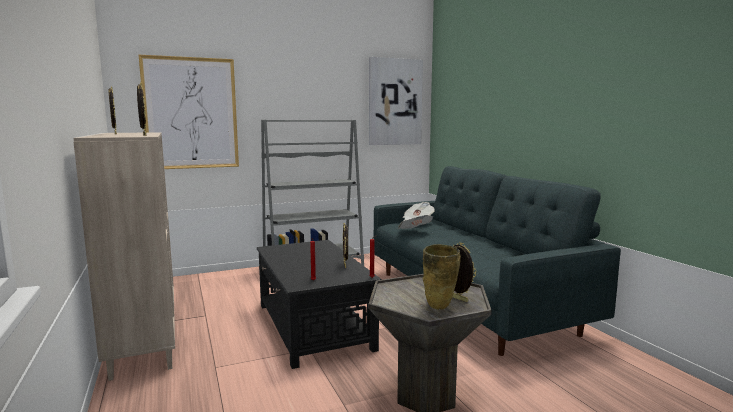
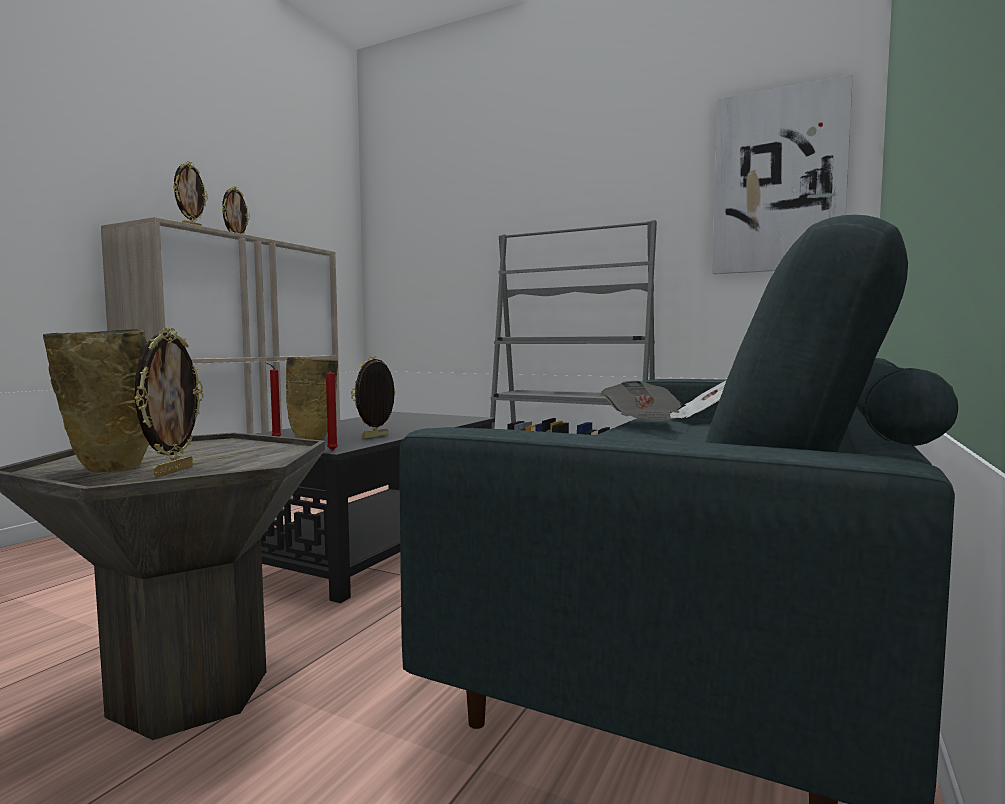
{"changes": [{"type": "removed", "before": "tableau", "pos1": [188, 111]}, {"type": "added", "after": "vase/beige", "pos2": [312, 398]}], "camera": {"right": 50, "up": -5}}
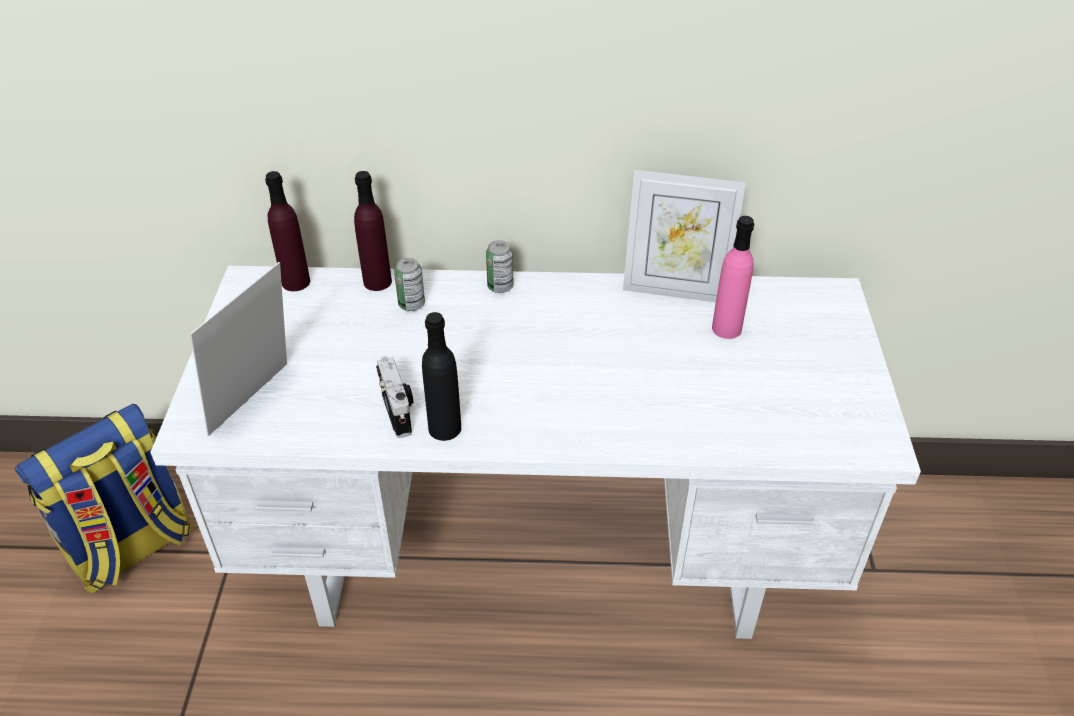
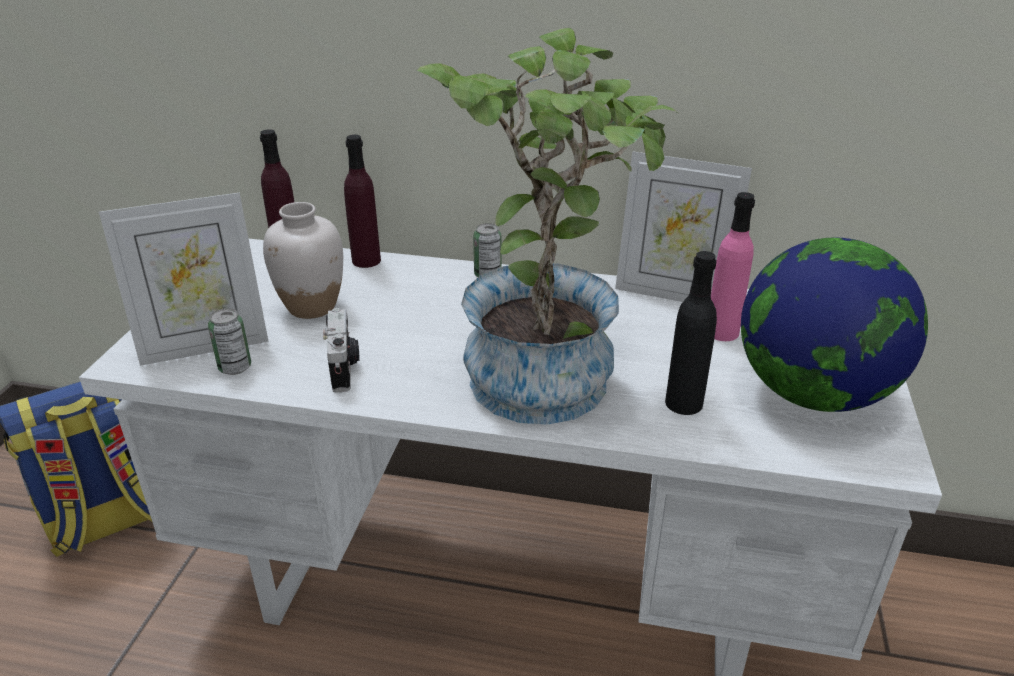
{"changes": [{"type": "added", "after": "vase/blanc", "pos2": [303, 260]}, {"type": "added", "after": "plante en pot", "pos2": [548, 226]}, {"type": "added", "after": "globe", "pos2": [834, 324]}, {"type": "moved", "before": "boîte métallique", "pos1": [409, 284], "pos2": [229, 341]}, {"type": "moved", "before": "bouteille/noir", "pos1": [441, 376], "pos2": [691, 333]}, {"type": "turned", "before": "cadre photo", "pos1": [238, 349], "pos2": [184, 279], "turn": -150}], "camera": {"right": 10, "up": -10}}
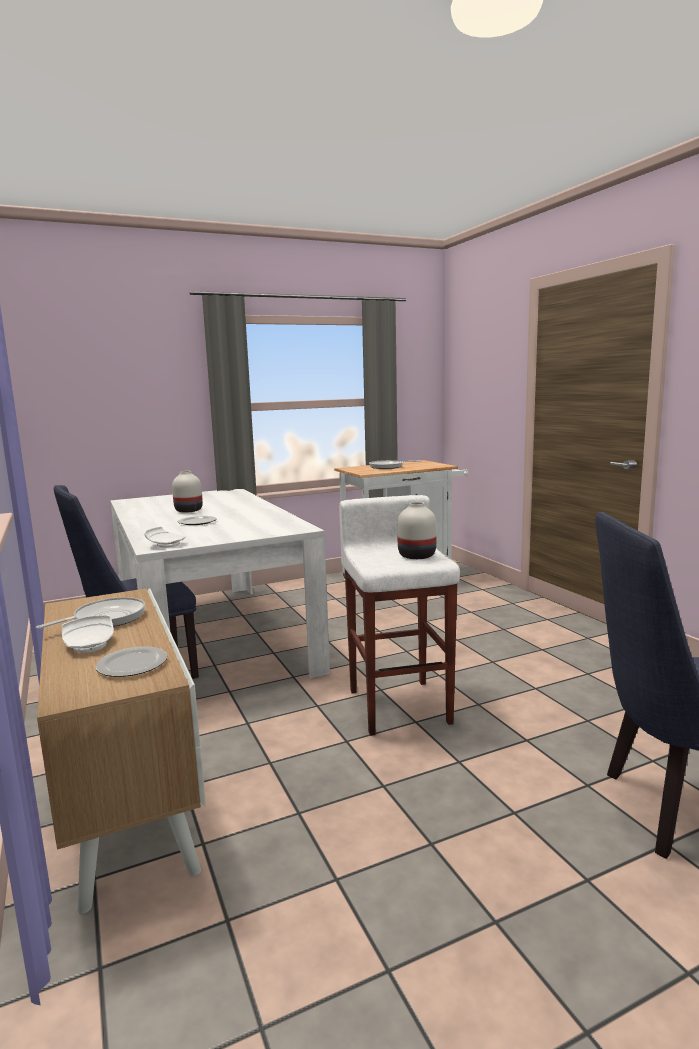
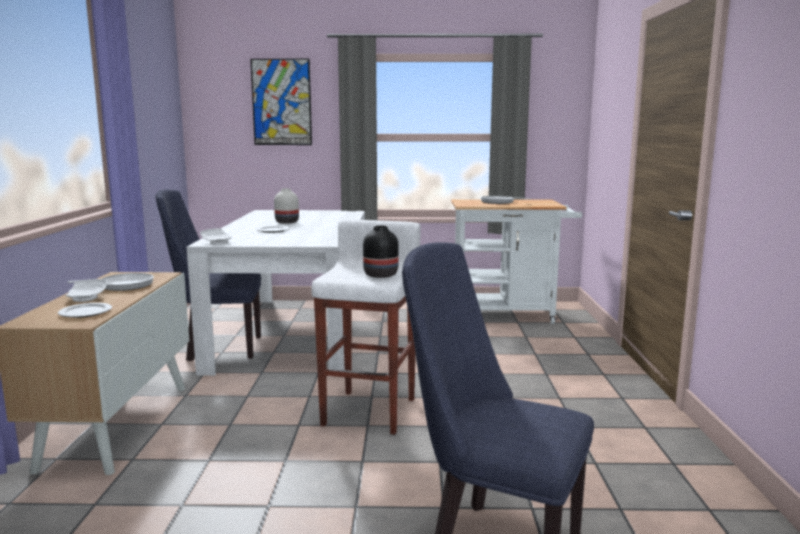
{"changes": [{"type": "added", "after": "tableau", "pos2": [281, 102]}, {"type": "recoloured", "before": "vase/blanc", "after": "vase/noir", "pos1": [416, 530], "pos2": [381, 251]}], "camera": {"right": 25, "up": 0}}
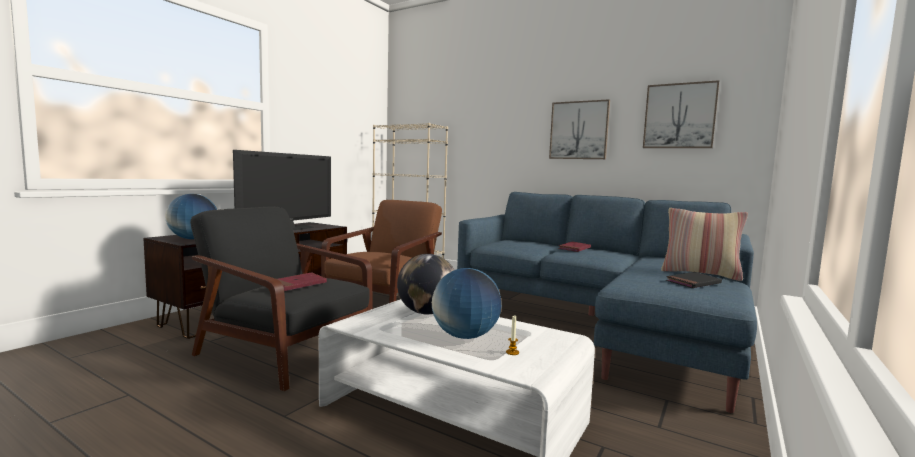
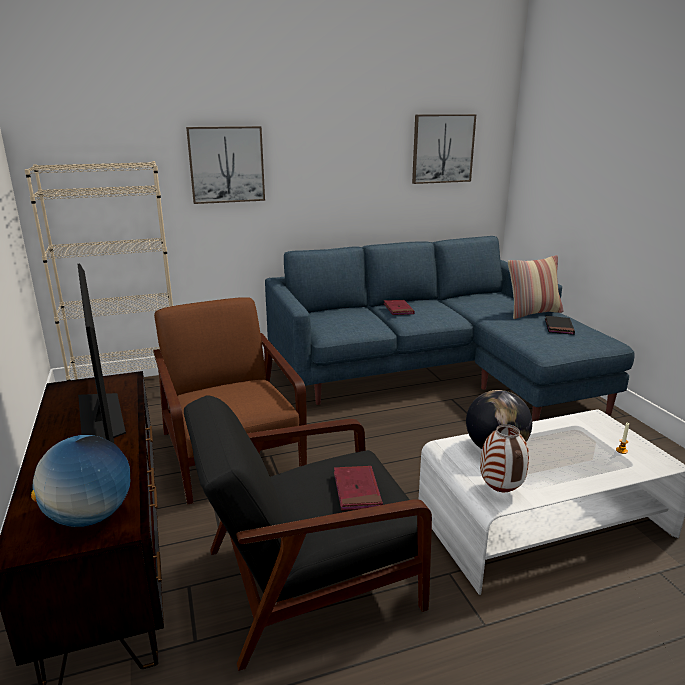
{"changes": [{"type": "removed", "before": "globe", "pos1": [466, 303]}, {"type": "added", "after": "vase", "pos2": [504, 458]}, {"type": "moved", "before": "tableau", "pos1": [579, 129], "pos2": [225, 165]}], "camera": {"right": -50, "up": 15}}
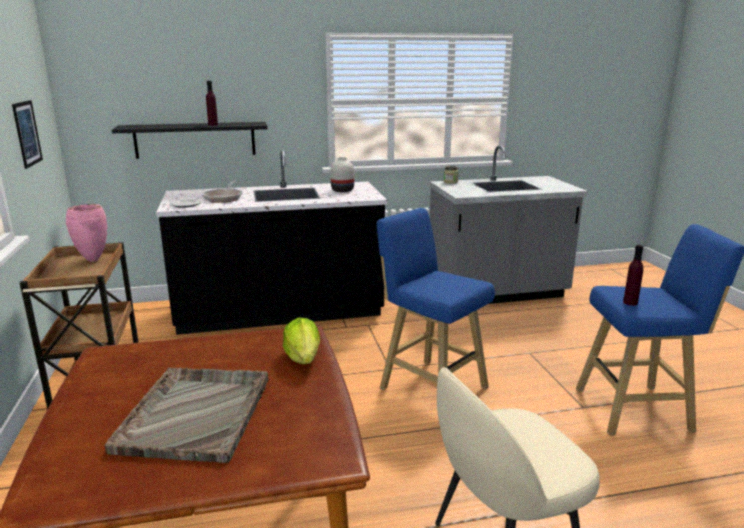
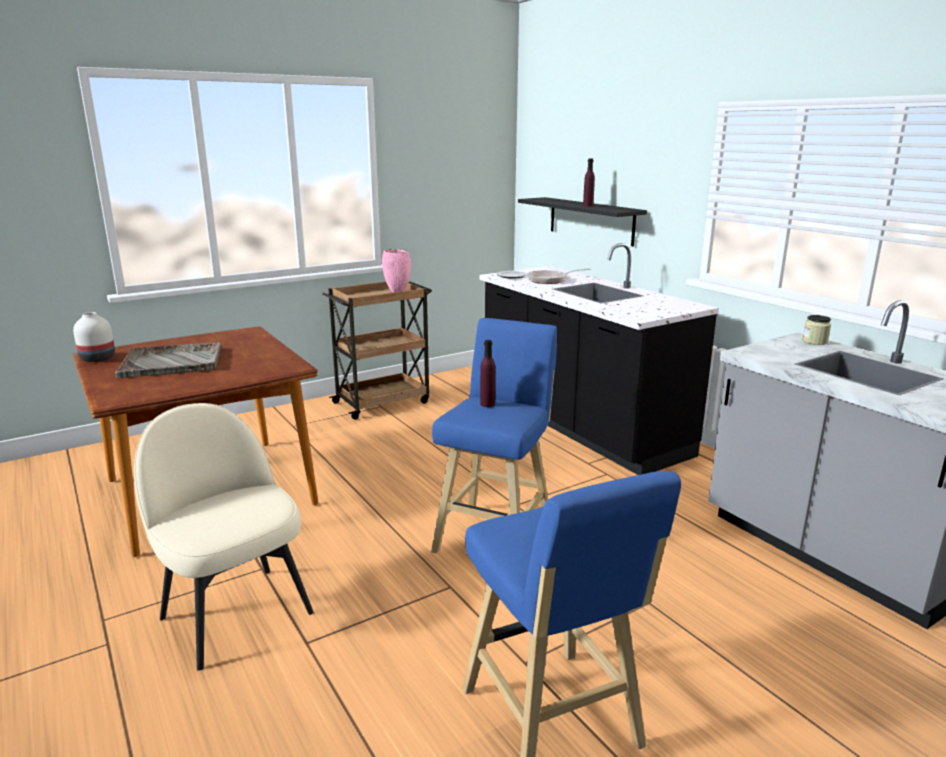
{"changes": [{"type": "removed", "before": "tableau", "pos1": [27, 134]}, {"type": "removed", "before": "laitue", "pos1": [301, 340]}, {"type": "moved", "before": "vase/blanc", "pos1": [342, 174], "pos2": [94, 337]}, {"type": "moved", "before": "bouteille/violet", "pos1": [633, 275], "pos2": [487, 373]}], "camera": {"right": 70, "up": 0}}
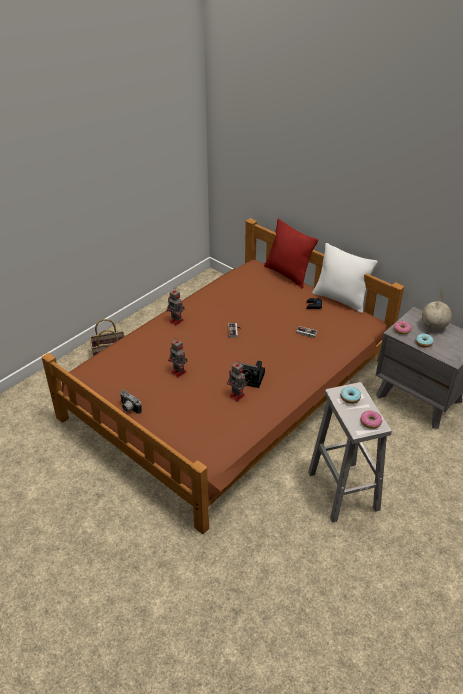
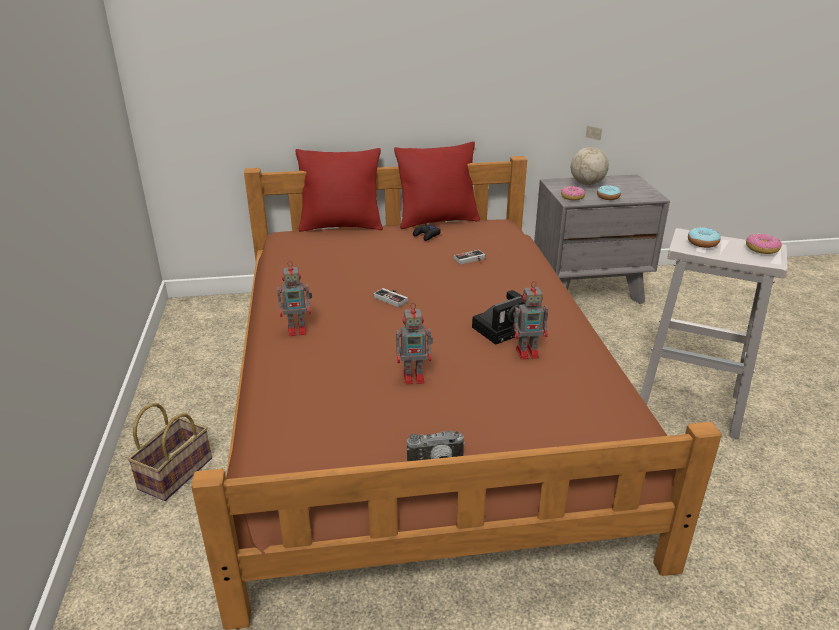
{"changes": [{"type": "recoloured", "before": "coussin/blanc", "after": "coussin/rouge", "pos1": [345, 278], "pos2": [437, 185]}], "camera": {"right": -50, "up": -10}}
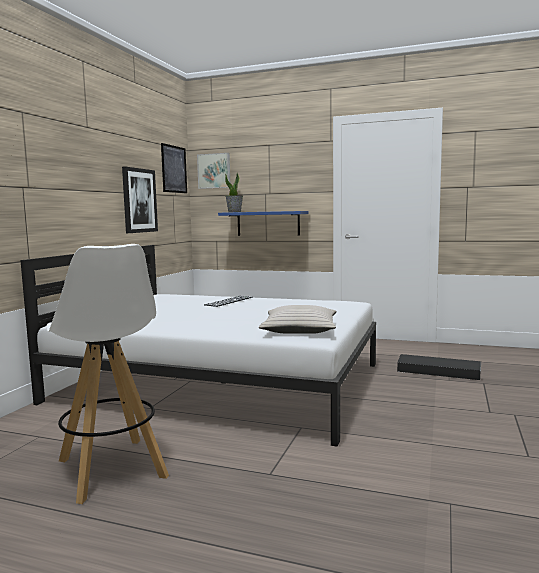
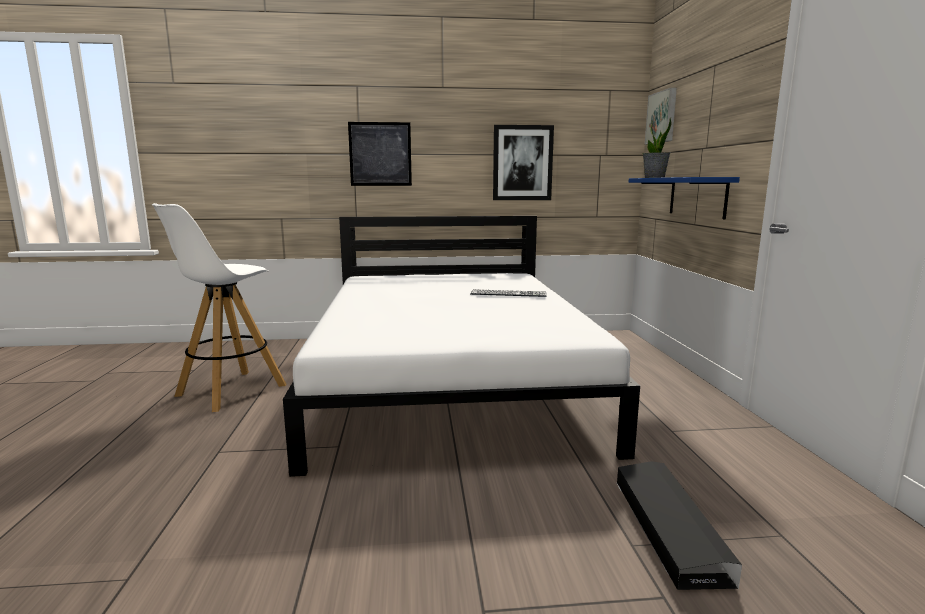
{"changes": [{"type": "removed", "before": "coussin/beige", "pos1": [297, 319]}, {"type": "moved", "before": "tableau", "pos1": [174, 168], "pos2": [380, 154]}], "camera": {"right": 65, "up": 5}}
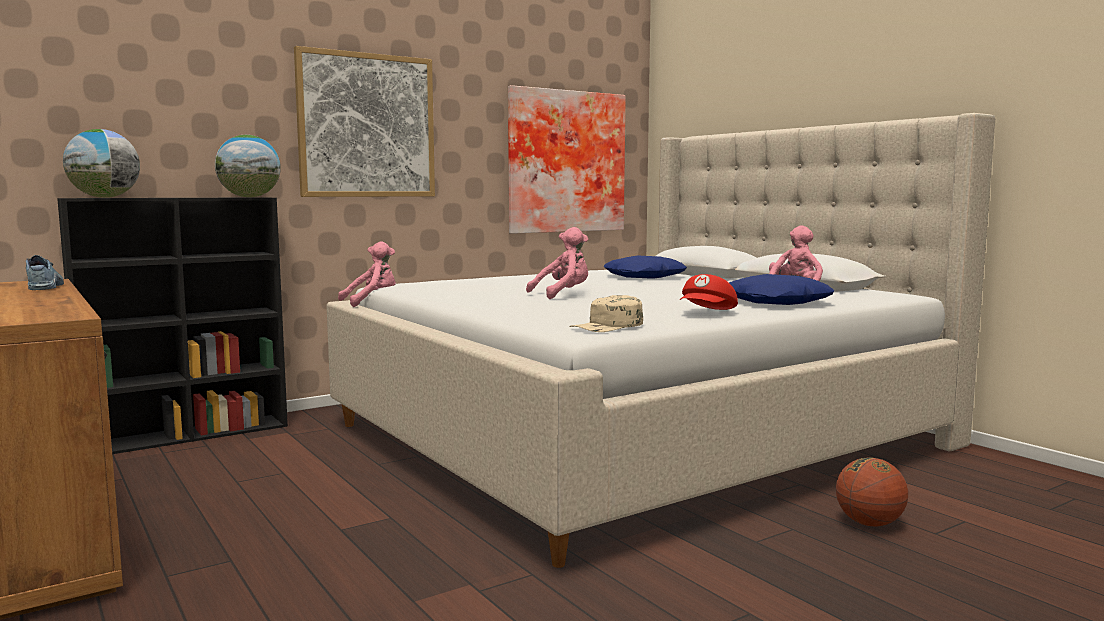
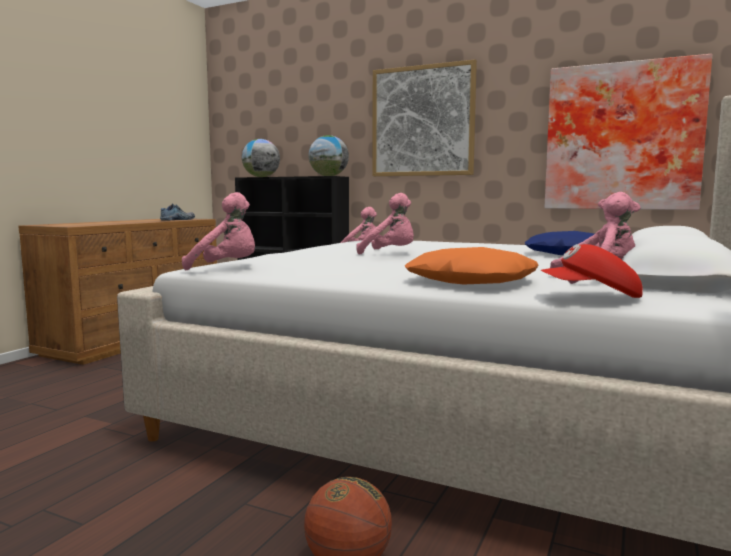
{"changes": [{"type": "moved", "before": "casquette/rouge", "pos1": [709, 292], "pos2": [592, 271]}, {"type": "replaced", "before": "casquette/beige", "after": "peluche/rose", "pos1": [606, 313], "pos2": [218, 231]}, {"type": "recoloured", "before": "coussin/bleu", "after": "coussin/orange", "pos1": [781, 289], "pos2": [471, 266]}], "camera": {"right": 60, "up": 0}}
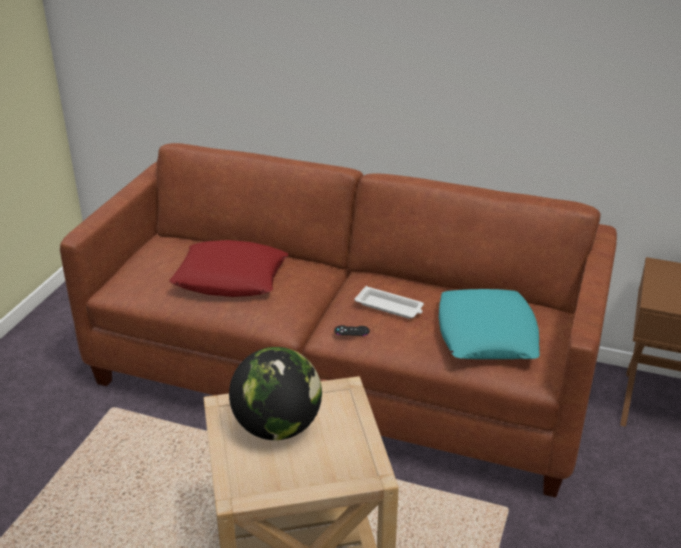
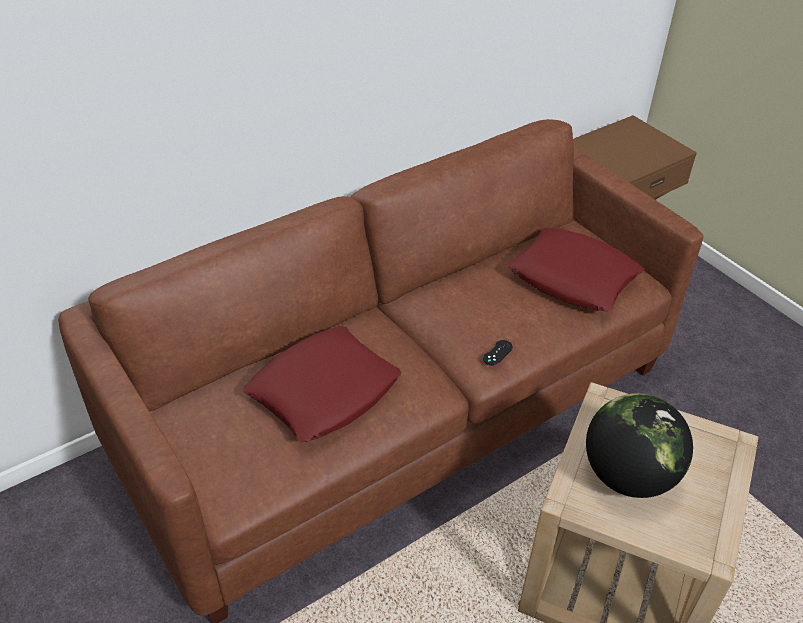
{"changes": [{"type": "removed", "before": "plateau/blanc", "pos1": [389, 302]}, {"type": "recoloured", "before": "coussin/turquoise", "after": "coussin/rouge", "pos1": [489, 324], "pos2": [575, 269]}], "camera": {"right": -55, "up": 10}}
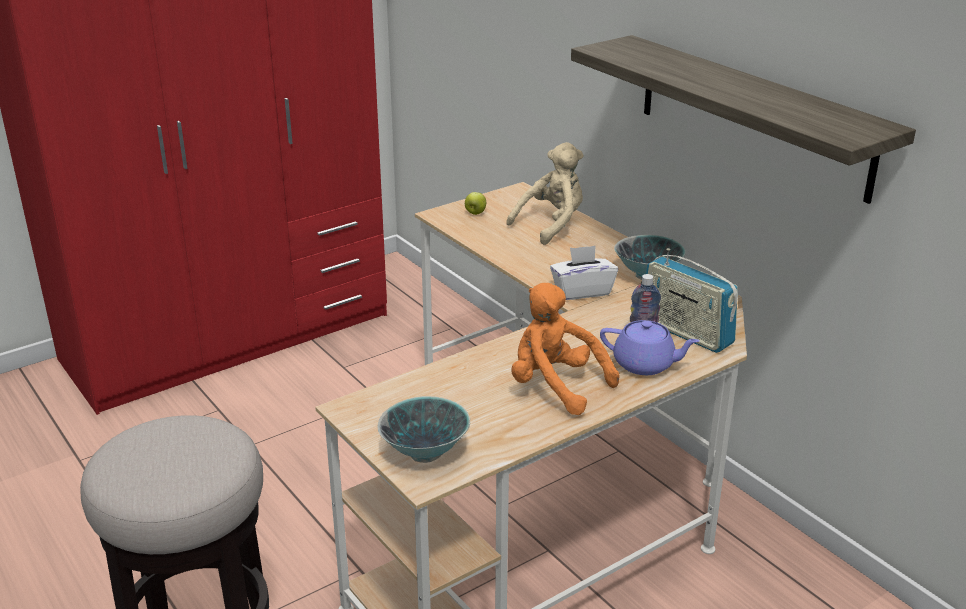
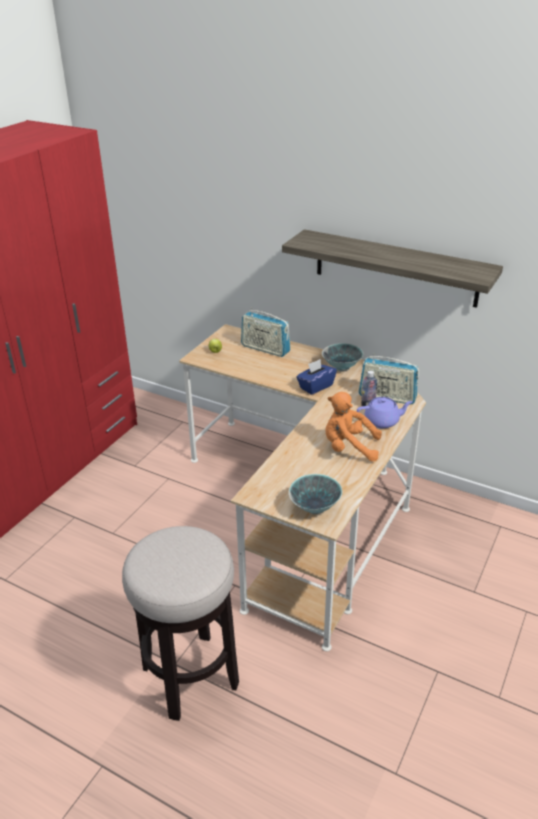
{"changes": [{"type": "replaced", "before": "peluche/beige", "after": "radio", "pos1": [545, 193], "pos2": [265, 332]}, {"type": "recoloured", "before": "boîte à mouchoirs/blanc", "after": "boîte à mouchoirs/bleu", "pos1": [584, 273], "pos2": [316, 377]}], "camera": {"right": -25, "up": 5}}
